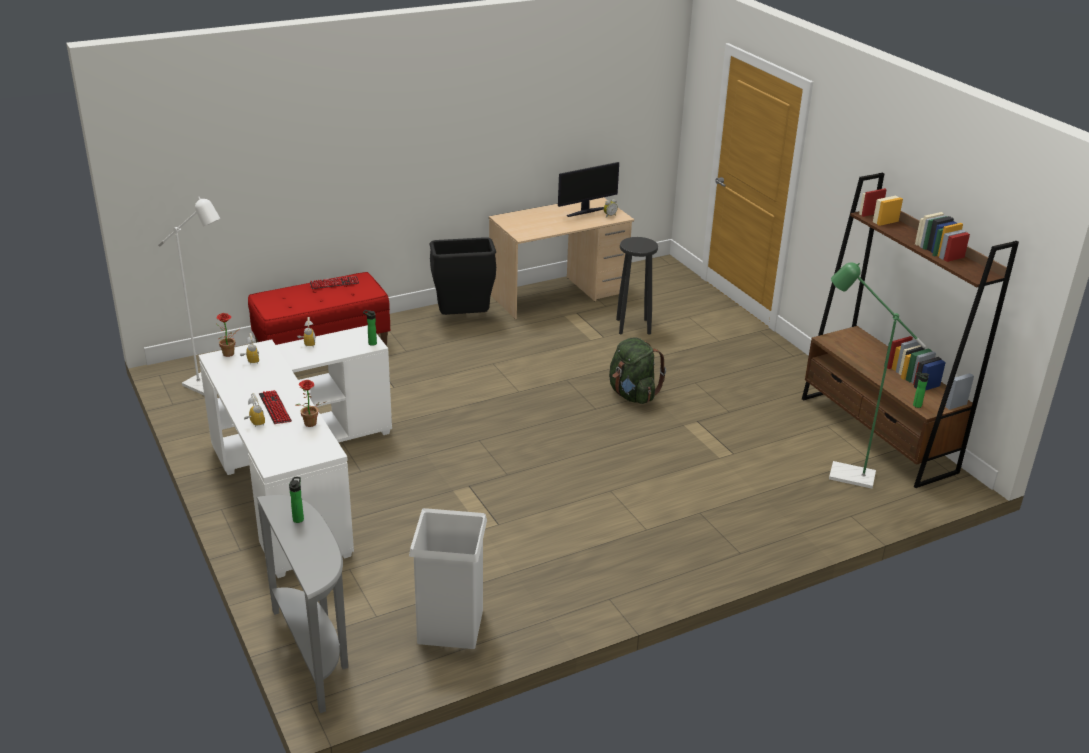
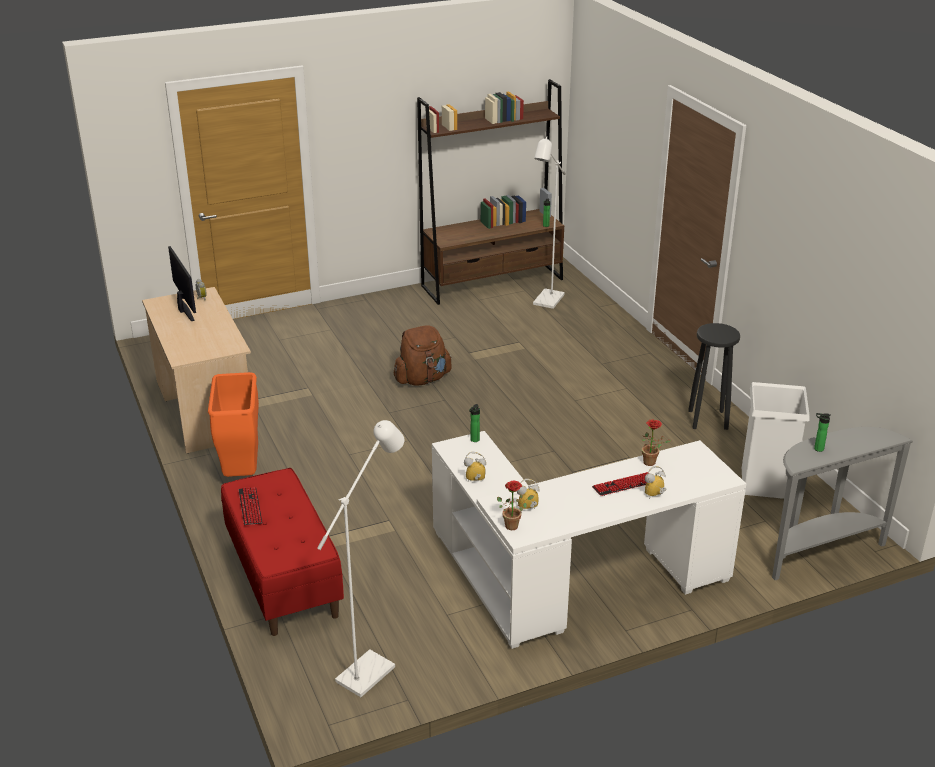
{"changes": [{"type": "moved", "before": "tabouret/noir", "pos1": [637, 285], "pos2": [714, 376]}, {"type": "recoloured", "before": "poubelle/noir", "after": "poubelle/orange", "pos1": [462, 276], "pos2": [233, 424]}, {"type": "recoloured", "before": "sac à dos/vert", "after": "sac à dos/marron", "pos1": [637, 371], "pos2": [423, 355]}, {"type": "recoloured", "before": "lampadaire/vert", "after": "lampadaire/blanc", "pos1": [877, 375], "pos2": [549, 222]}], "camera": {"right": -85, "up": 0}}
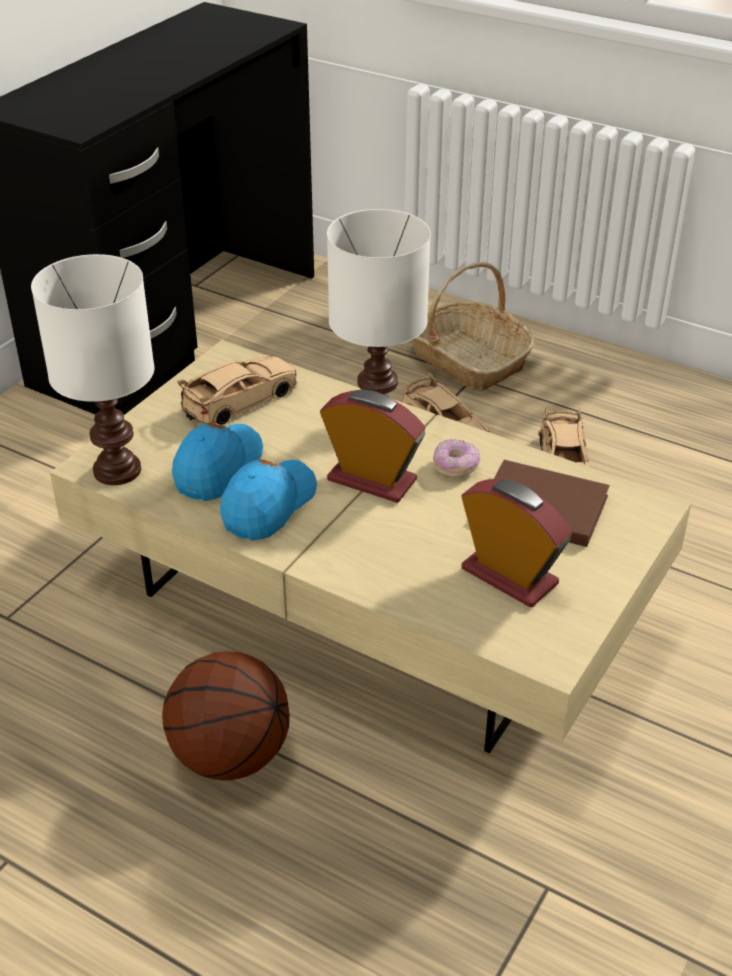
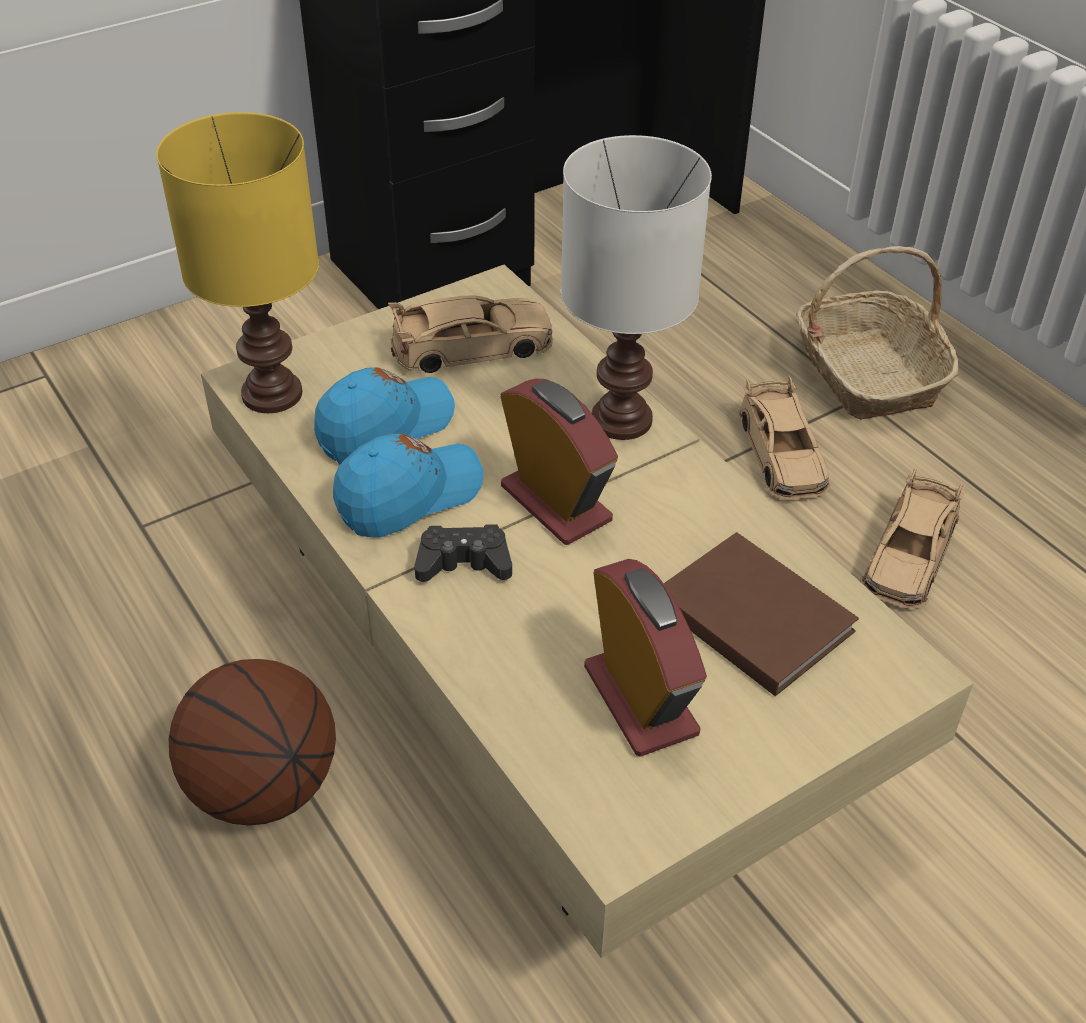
{"changes": [{"type": "removed", "before": "beignet", "pos1": [456, 458]}, {"type": "added", "after": "manette/noir", "pos2": [463, 553]}, {"type": "recoloured", "before": "lampe de table/blanc", "after": "lampe de table/jaune", "pos1": [93, 369], "pos2": [237, 262]}], "camera": {"right": 25, "up": 5}}
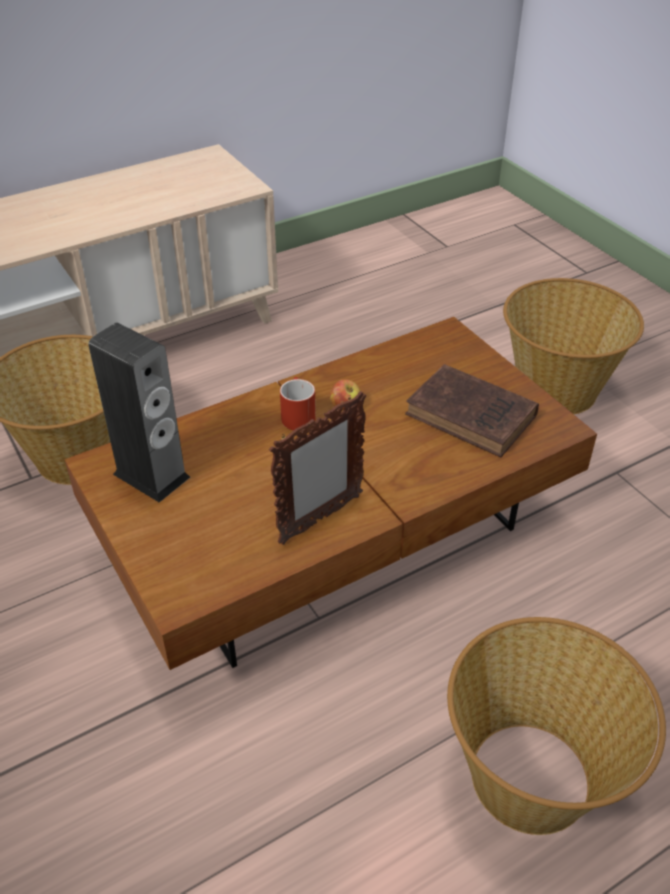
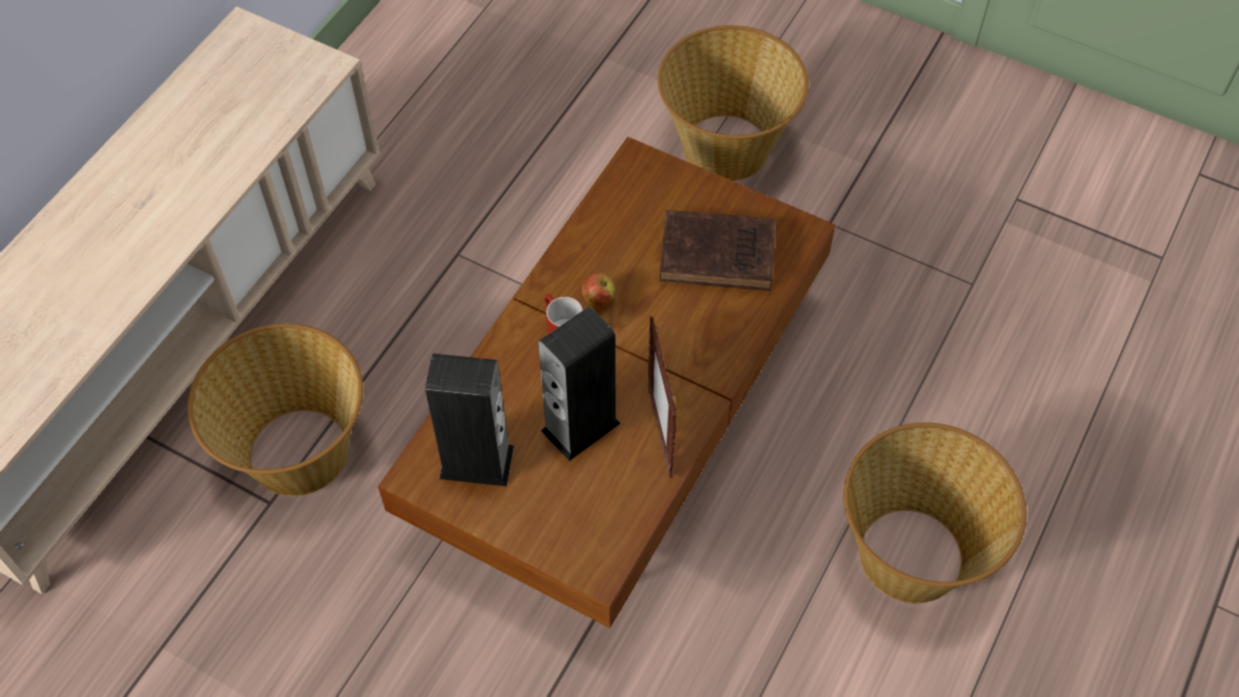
{"changes": [{"type": "added", "after": "enceinte", "pos2": [579, 384]}, {"type": "turned", "before": "cadre photo", "pos1": [317, 468], "pos2": [662, 397], "turn": 150}], "camera": {"right": -30, "up": 15}}
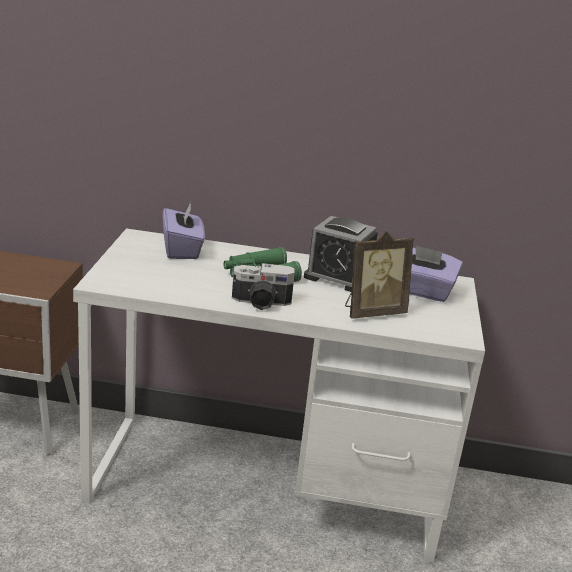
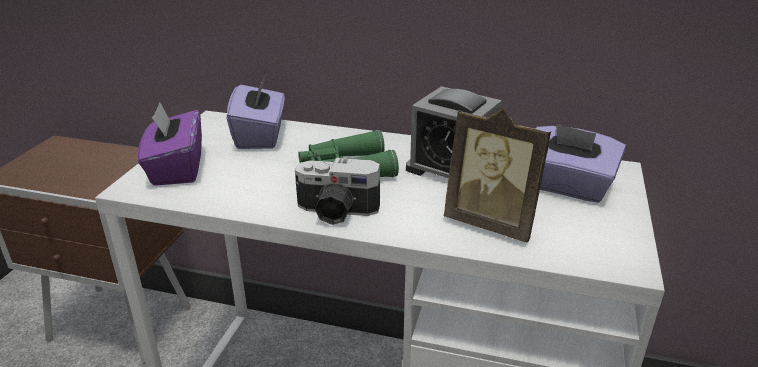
{"changes": [{"type": "added", "after": "boîte à mouchoirs/violet", "pos2": [170, 144]}, {"type": "turned", "before": "cadre photo", "pos1": [379, 275], "pos2": [497, 175], "turn": 45}], "camera": {"right": 10, "up": 5}}
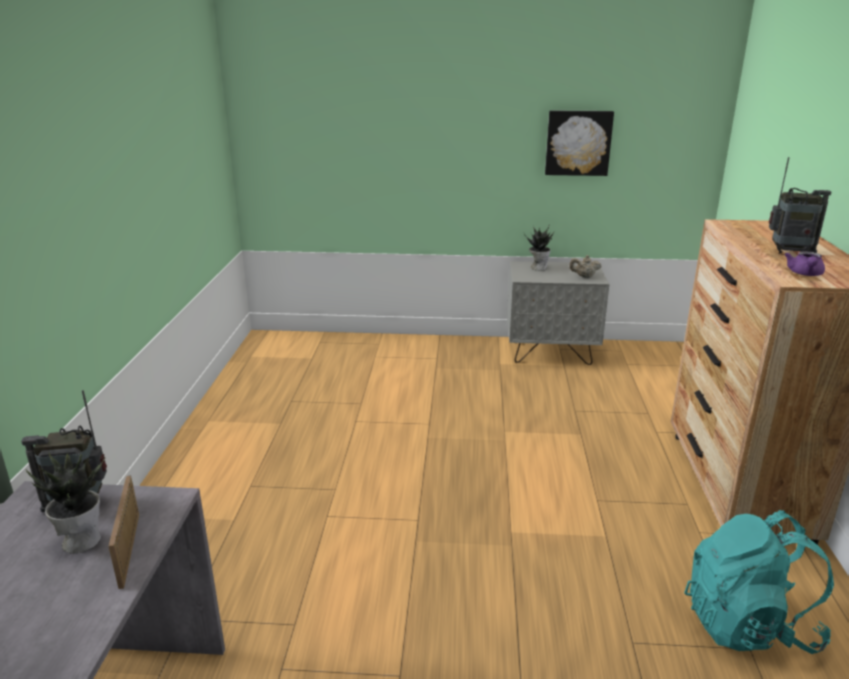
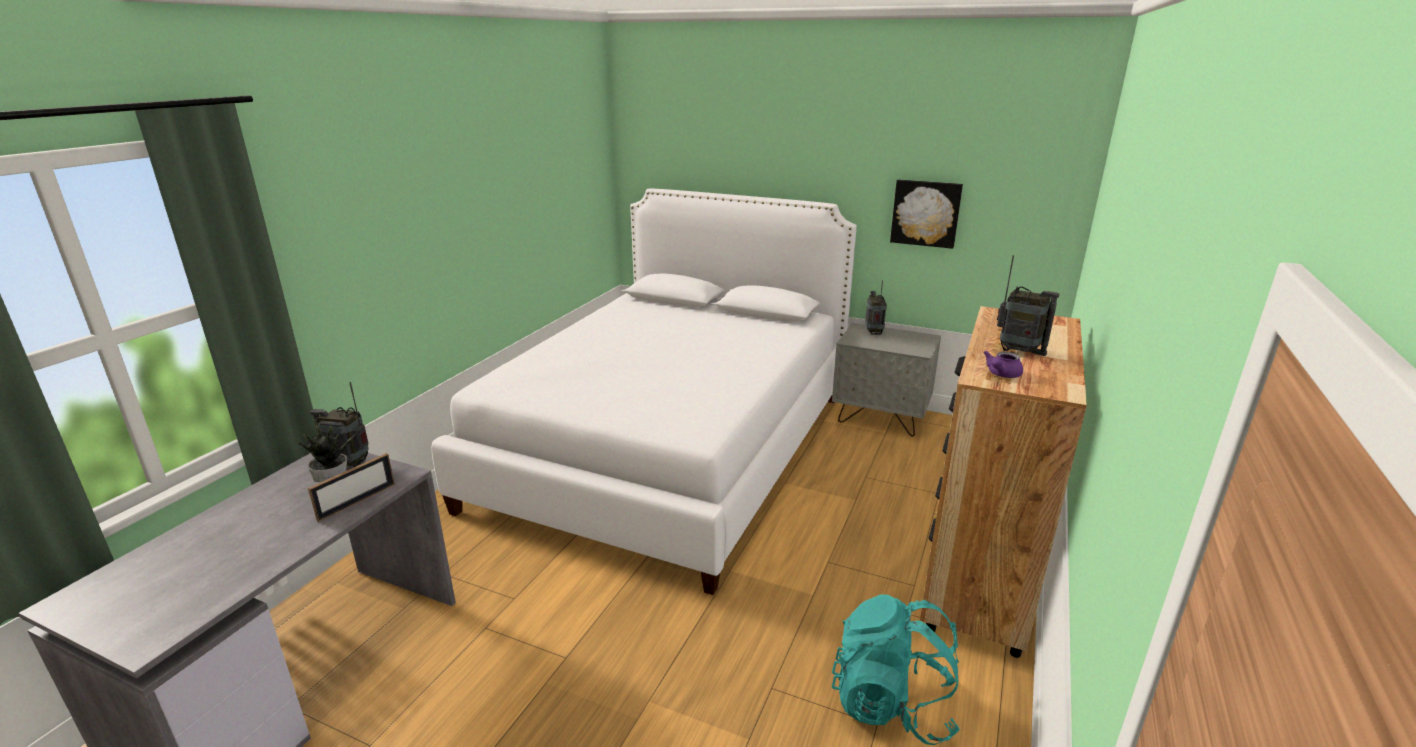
{"changes": [{"type": "removed", "before": "théière/beige", "pos1": [585, 266]}, {"type": "added", "after": "lit/blanc", "pos2": [644, 392]}, {"type": "replaced", "before": "plante en pot", "after": "radio", "pos1": [539, 248], "pos2": [876, 307]}, {"type": "turned", "before": "cadre photo", "pos1": [123, 532], "pos2": [351, 487], "turn": -150}], "camera": {"right": 20, "up": 0}}
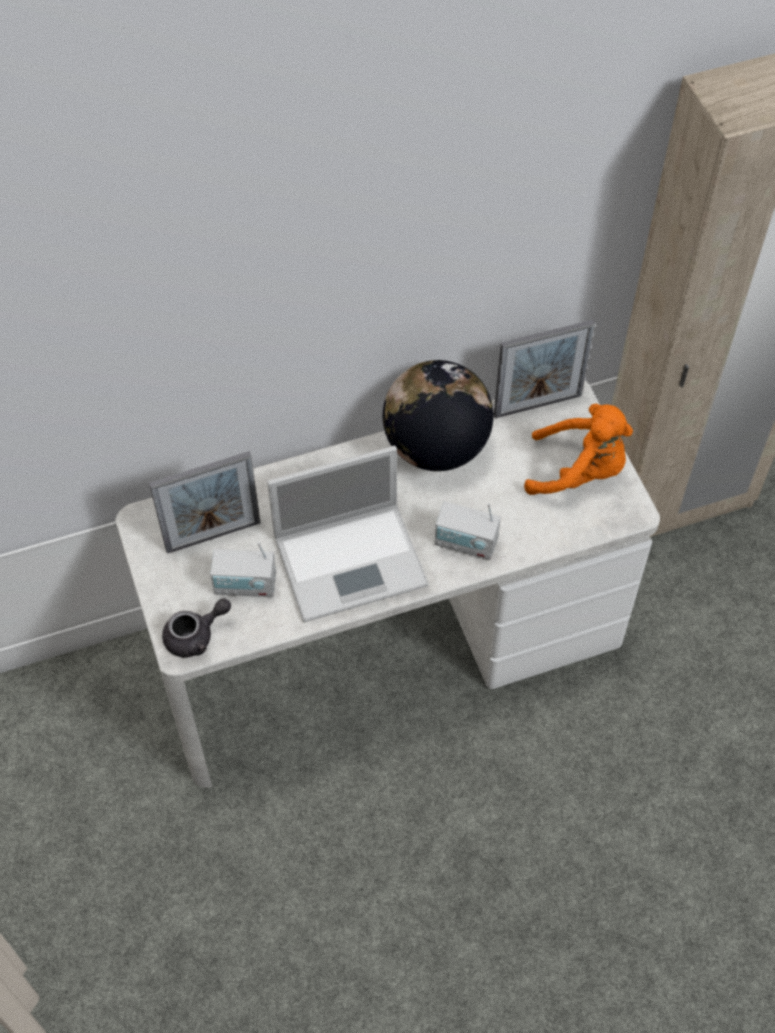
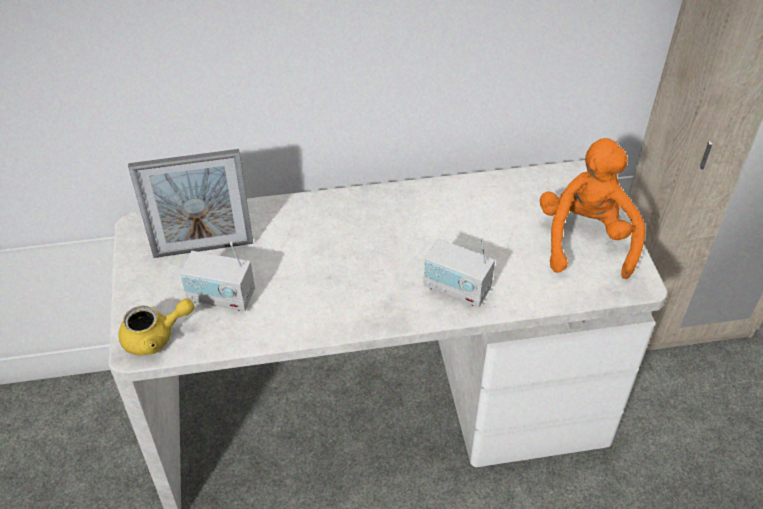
{"changes": [{"type": "removed", "before": "ordinateur portable", "pos1": [348, 534]}, {"type": "removed", "before": "globe", "pos1": [438, 415]}, {"type": "removed", "before": "cadre photo", "pos1": [544, 369]}, {"type": "recoloured", "before": "théière/gris", "after": "théière/jaune", "pos1": [196, 628], "pos2": [156, 326]}, {"type": "turned", "before": "peluche/orange", "pos1": [578, 449], "pos2": [592, 208], "turn": -105}], "camera": {"right": 10, "up": -10}}
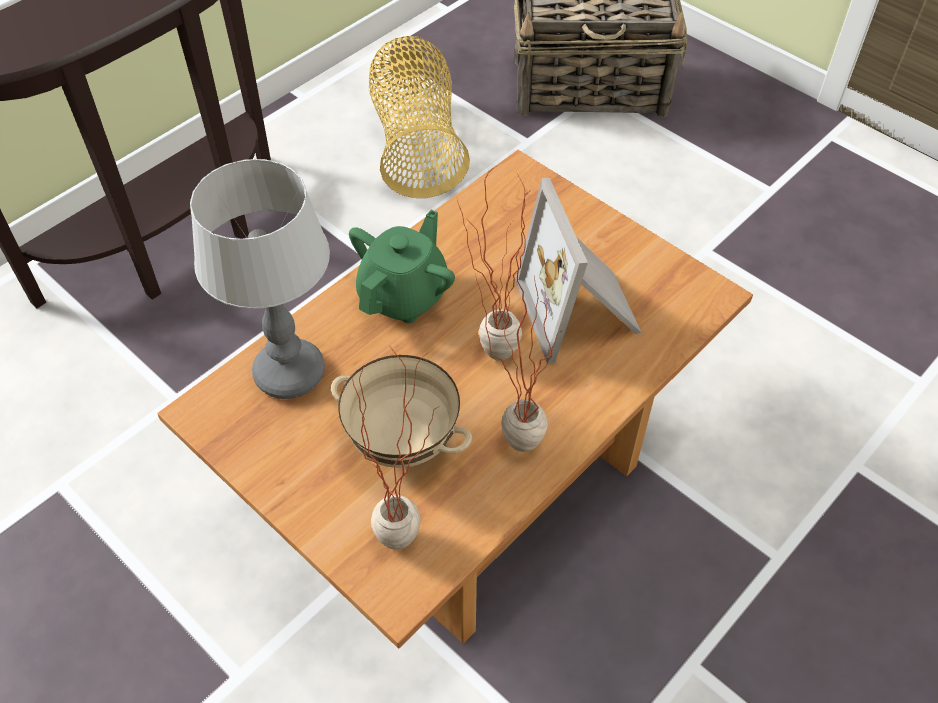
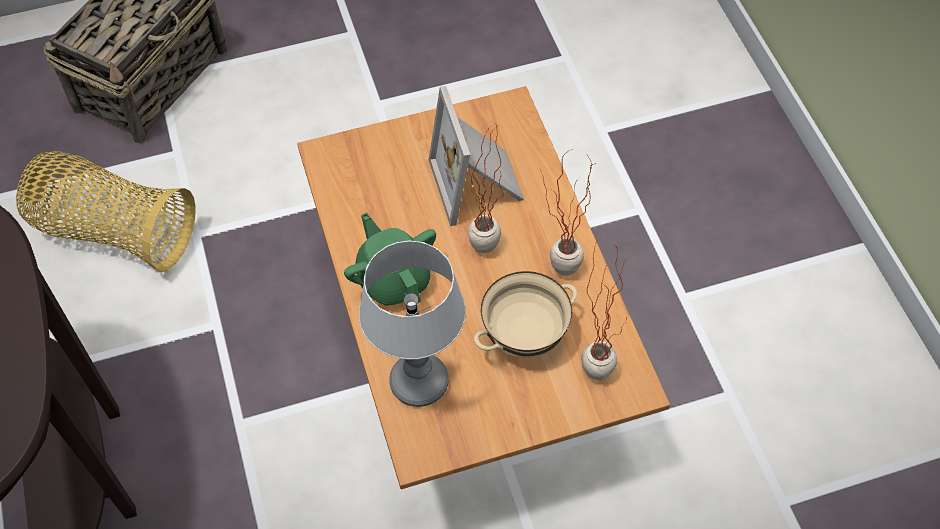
{"changes": [{"type": "turned", "before": "cadre photo", "pos1": [578, 271], "pos2": [476, 156], "turn": 60}], "camera": {"right": -60, "up": 5}}
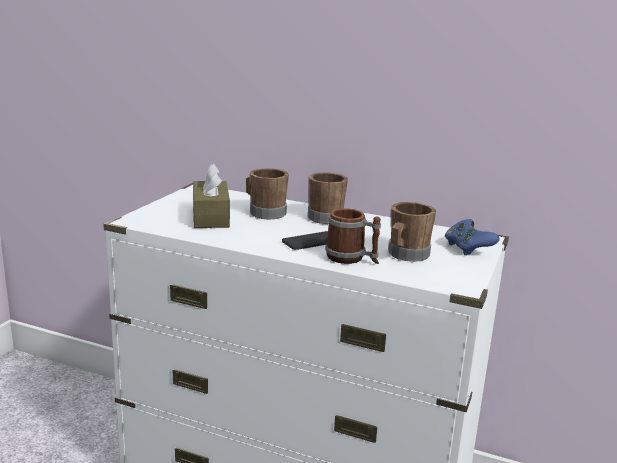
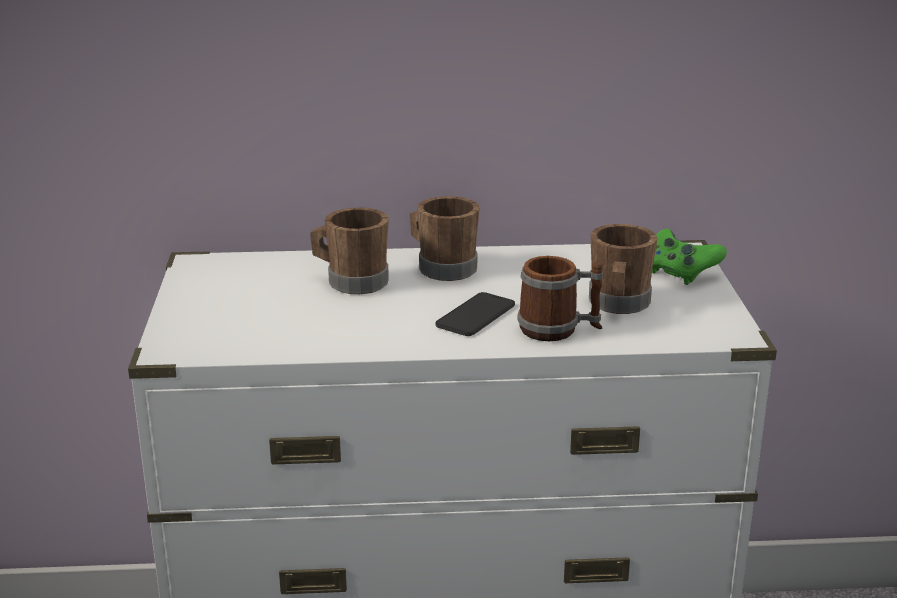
{"changes": [{"type": "removed", "before": "boîte à mouchoirs/marron", "pos1": [211, 195]}, {"type": "recoloured", "before": "manette/bleu", "after": "manette/vert", "pos1": [472, 237], "pos2": [689, 257]}], "camera": {"right": -25, "up": 5}}
